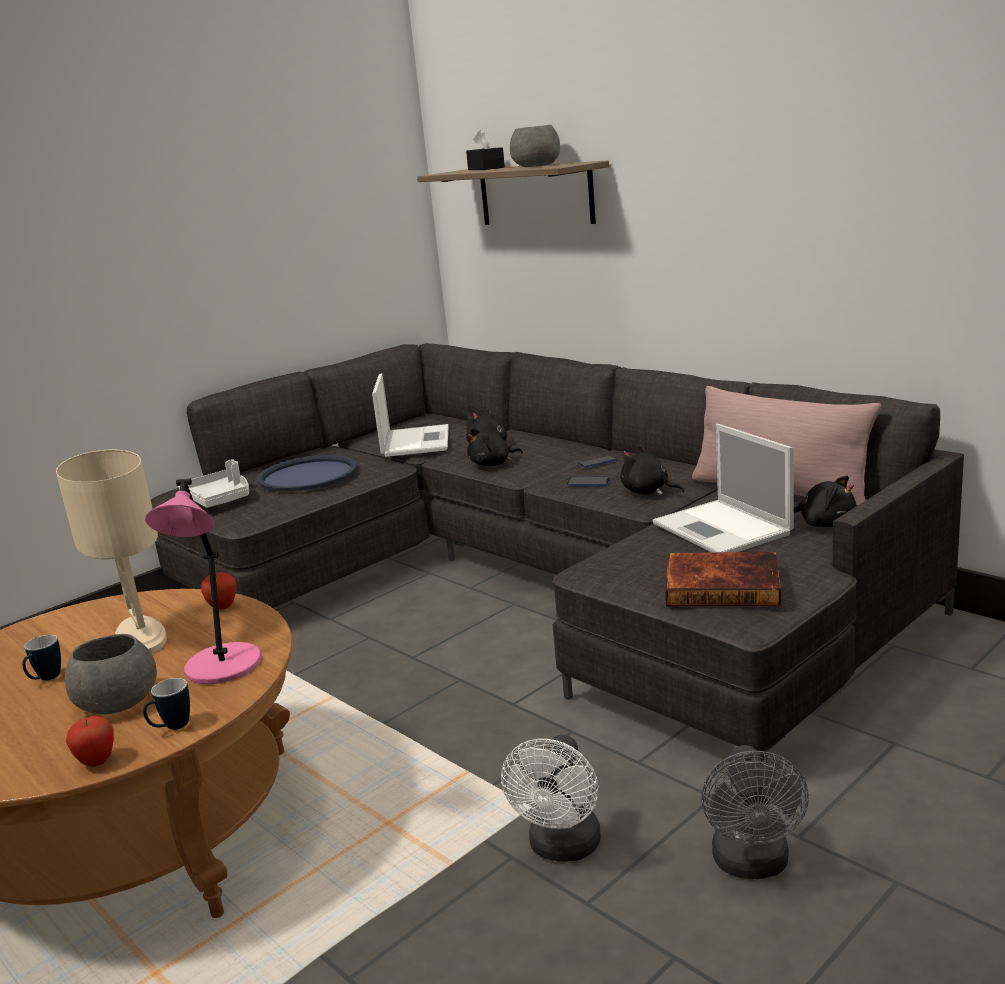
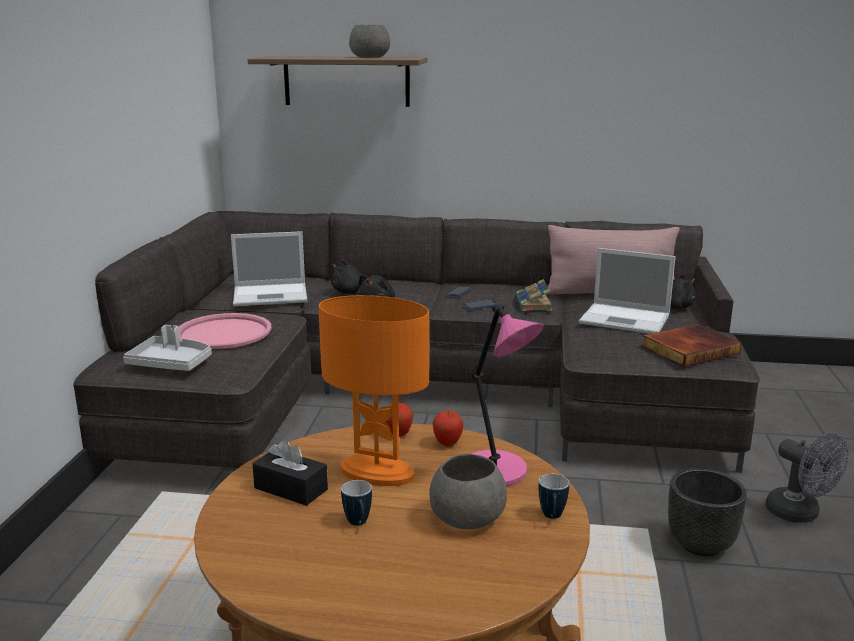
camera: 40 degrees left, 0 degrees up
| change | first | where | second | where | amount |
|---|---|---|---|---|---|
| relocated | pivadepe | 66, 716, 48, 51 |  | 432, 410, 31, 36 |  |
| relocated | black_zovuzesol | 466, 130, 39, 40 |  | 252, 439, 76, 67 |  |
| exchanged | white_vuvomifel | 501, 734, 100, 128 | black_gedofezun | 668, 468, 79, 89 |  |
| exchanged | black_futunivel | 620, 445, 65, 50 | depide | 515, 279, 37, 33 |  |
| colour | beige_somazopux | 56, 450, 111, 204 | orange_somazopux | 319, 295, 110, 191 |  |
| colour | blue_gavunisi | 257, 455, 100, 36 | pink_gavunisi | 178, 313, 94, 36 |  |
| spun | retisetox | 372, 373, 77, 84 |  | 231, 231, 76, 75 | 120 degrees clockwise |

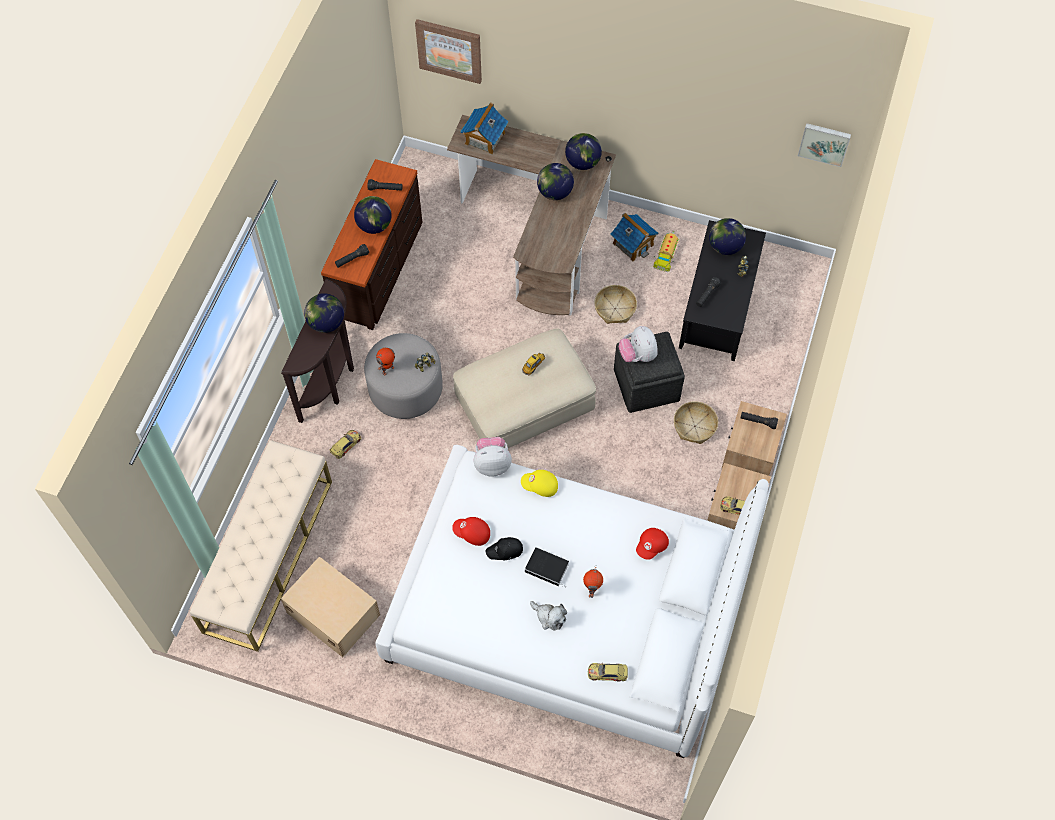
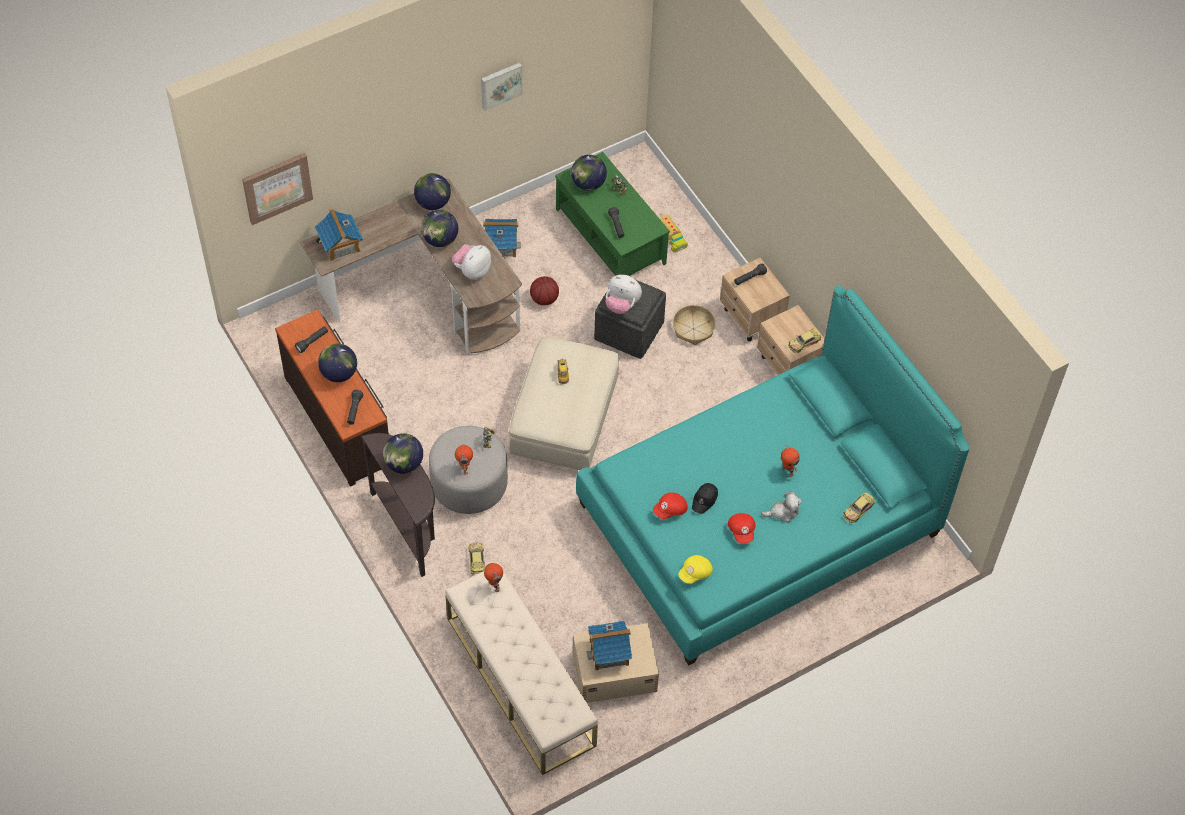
camera: 50 degrees left, 5 degrees down
| change | first | where | second | where | amount |
|---|---|---|---|---|---|
| missing | depide | 525, 547, 44, 41 |  |  |  |
| appeared |  |  | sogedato | 484, 563, 19, 29 |  |
| appeared |  |  | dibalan | 587, 621, 45, 49 |  |
| relocated | futunivel | 474, 437, 38, 40 |  | 452, 244, 39, 35 |  |
| relocated | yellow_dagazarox | 521, 470, 37, 27 |  | 679, 555, 34, 29 |  |
| relocated | red_dagazarox | 636, 528, 33, 32 |  | 728, 513, 28, 30 |  |
| relocated | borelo | 653, 231, 27, 41 |  | 660, 213, 28, 40 |  |
| relocated | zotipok | 798, 123, 53, 44 |  | 481, 62, 42, 49 |  |
| exchanged | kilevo | 595, 285, 42, 39 | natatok | 530, 276, 29, 30 |  |
| colour | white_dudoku | 375, 445, 394, 313 | turquoise_dudoku | 576, 286, 394, 379 |  |
| colour | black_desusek | 679, 220, 87, 141 | green_desusek | 555, 152, 115, 124 |  |

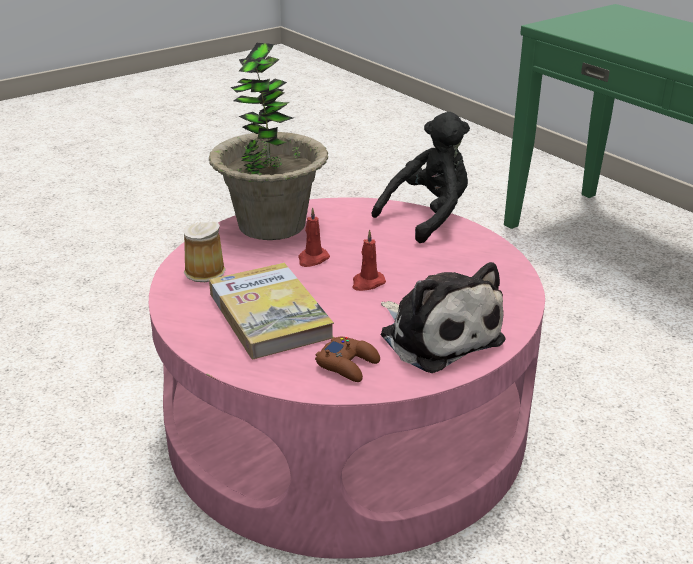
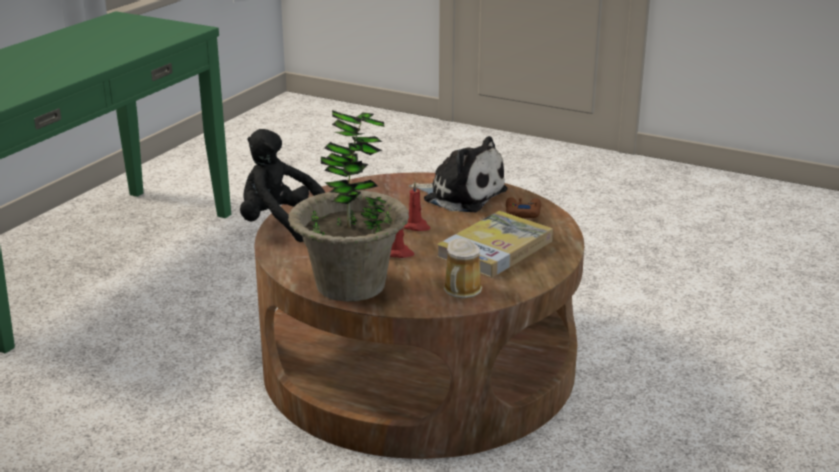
camera: 115 degrees left, 5 degrees down
| change | first | where | second | where | amount |
|---|---|---|---|---|---|
| colour | pink_desusek | 149, 197, 396, 362 | brown_desusek | 255, 173, 329, 286 |  |
| spun | futunivel | 381, 262, 125, 111 |  | 409, 136, 98, 76 | 90 degrees clockwise |

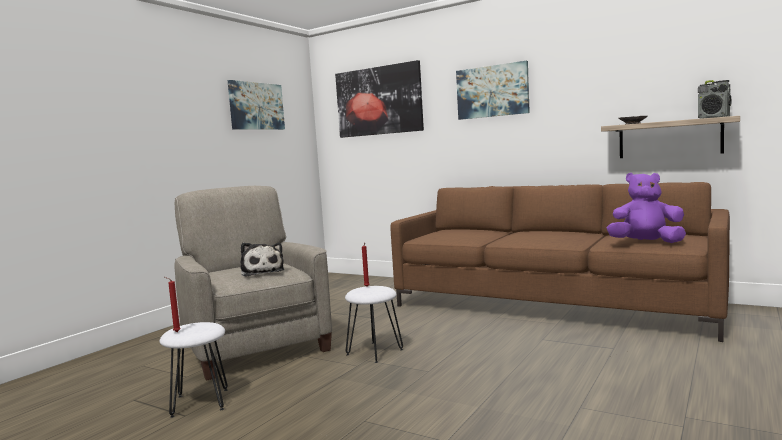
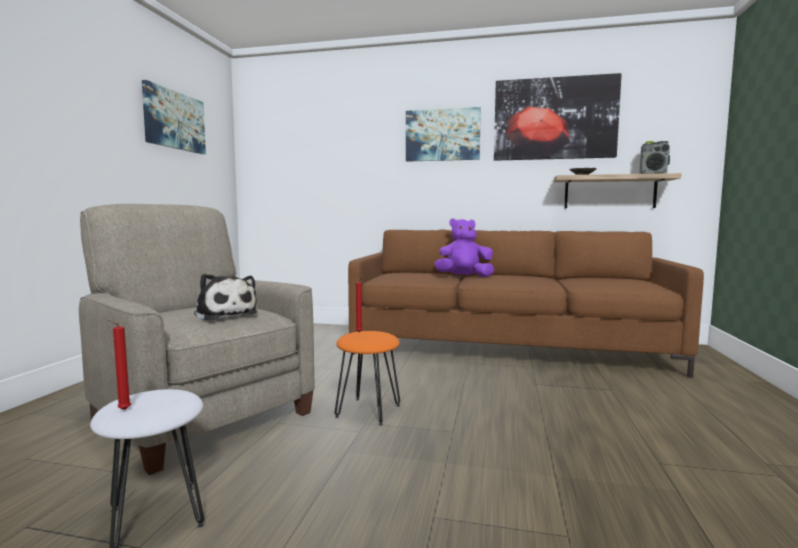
camera: 20 degrees left, 0 degrees up
| change | first | where | second | where | amount |
|---|---|---|---|---|---|
| relocated | zotipok | 335, 60, 89, 78 |  | 494, 73, 128, 88 |  |
| relocated | purple_futunivel | 606, 173, 80, 70 |  | 434, 218, 60, 59 |  |
| colour | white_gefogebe | 345, 286, 58, 77 | orange_gefogebe | 335, 331, 65, 95 |  |

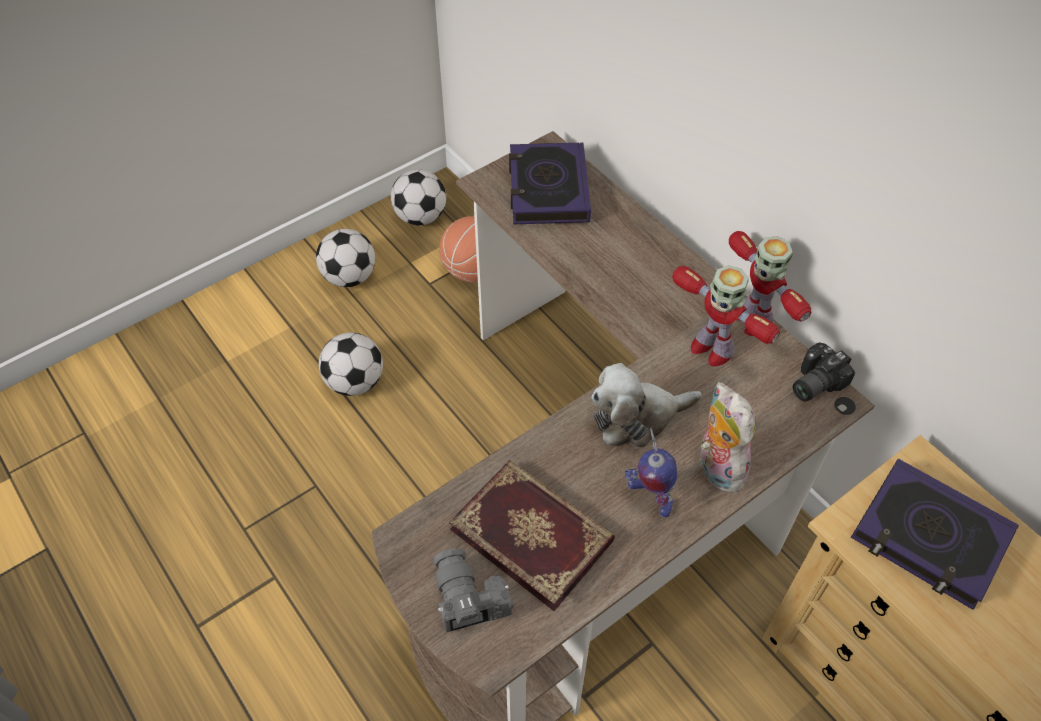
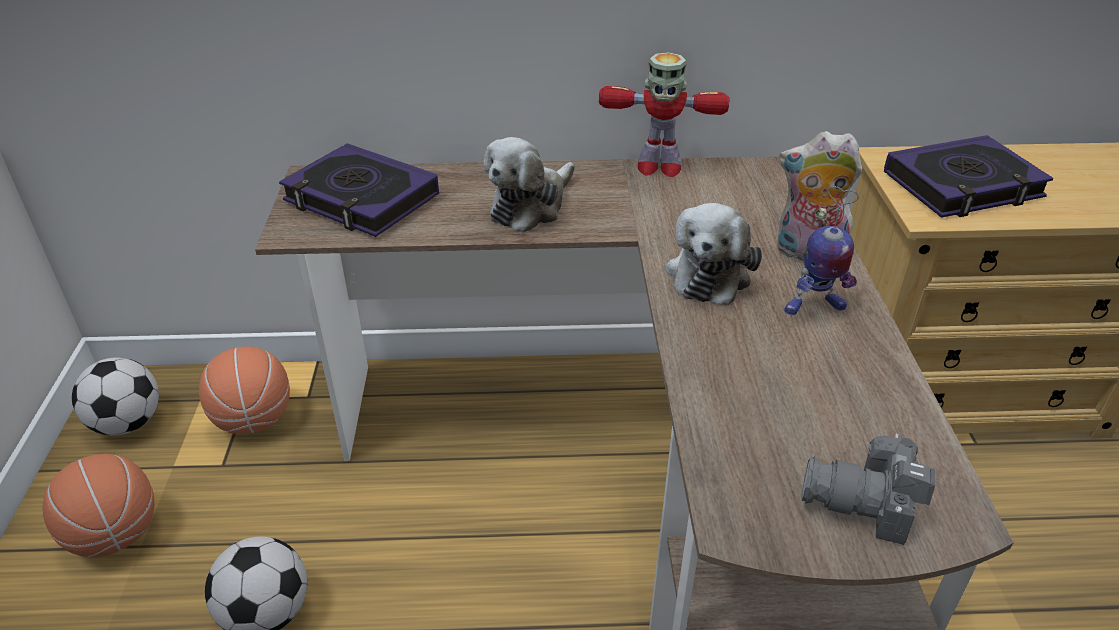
camera: 55 degrees left, 15 degrees down
| change | first | where | second | where | amount |
|---|---|---|---|---|---|
| missing | depide | 449, 460, 166, 151 |  |  |  |
| missing | sogedato | 672, 265, 108, 101 |  |  |  |
| missing | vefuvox | 793, 342, 62, 60 |  |  |  |
| appeared |  |  | futunivel | 483, 137, 92, 95 |  |
| exchanged | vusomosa | 316, 229, 59, 58 | natatok | 43, 454, 111, 103 |  |

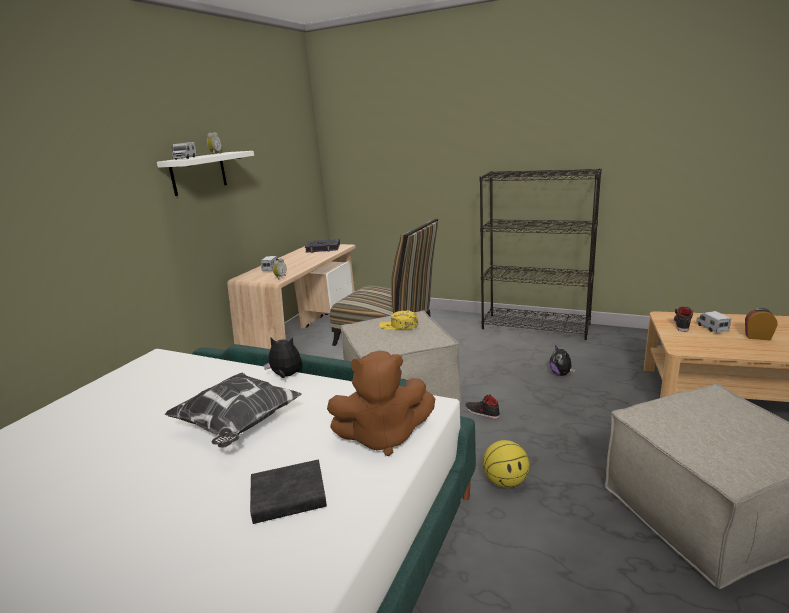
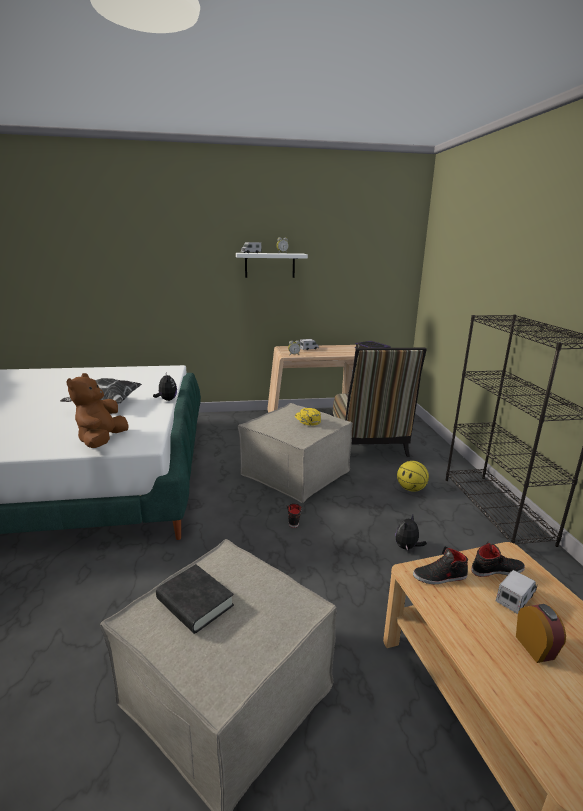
camera: 55 degrees right, 0 degrees up
| change | first | where | second | where | amount |
|---|---|---|---|---|---|
| appeared |  |  | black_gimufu | 413, 546, 55, 38 |  |
| relocated | black_depide | 250, 459, 77, 65 |  | 156, 564, 78, 70 |  |
| relocated | natatok | 483, 440, 46, 48 |  | 397, 461, 32, 31 |  |
| spun | brown_futunivel | 327, 351, 108, 105 |  | 66, 373, 63, 75 | 45 degrees clockwise |

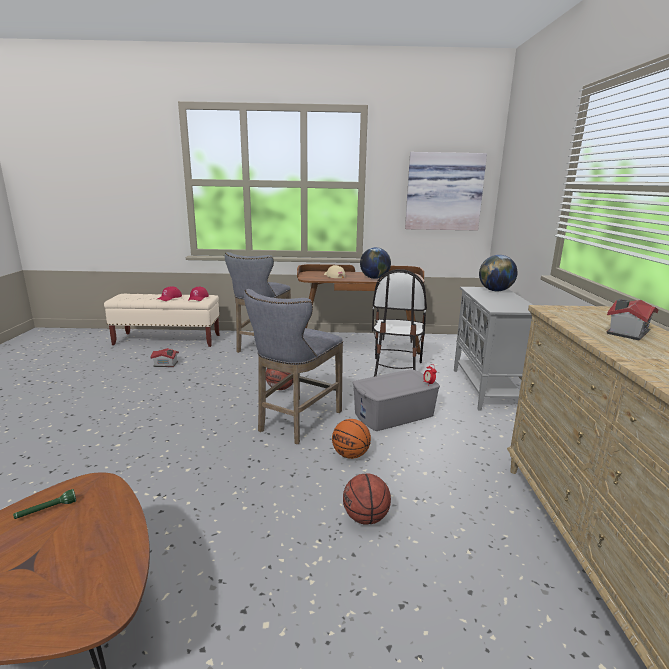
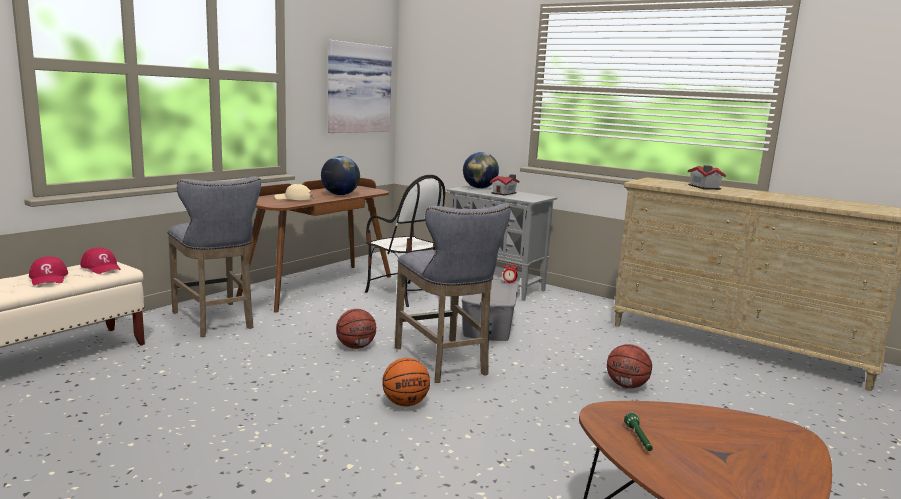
camera: 55 degrees left, 5 degrees down
| change | first | where | second | where | amount |
|---|---|---|---|---|---|
| relocated | dibalan | 150, 348, 29, 19 |  | 490, 174, 29, 22 |  |
| relocated | natatok | 332, 419, 39, 40 |  | 382, 358, 48, 49 |  |

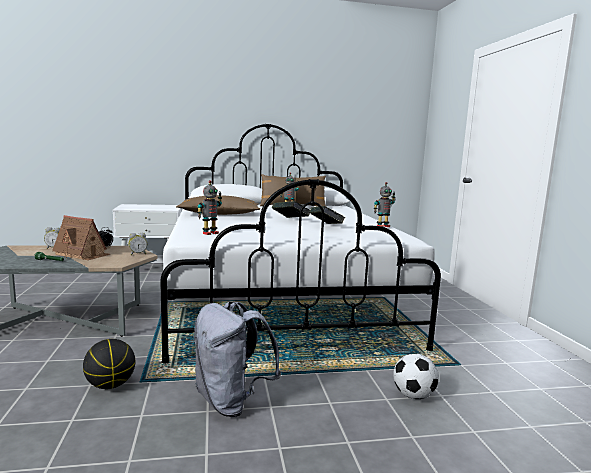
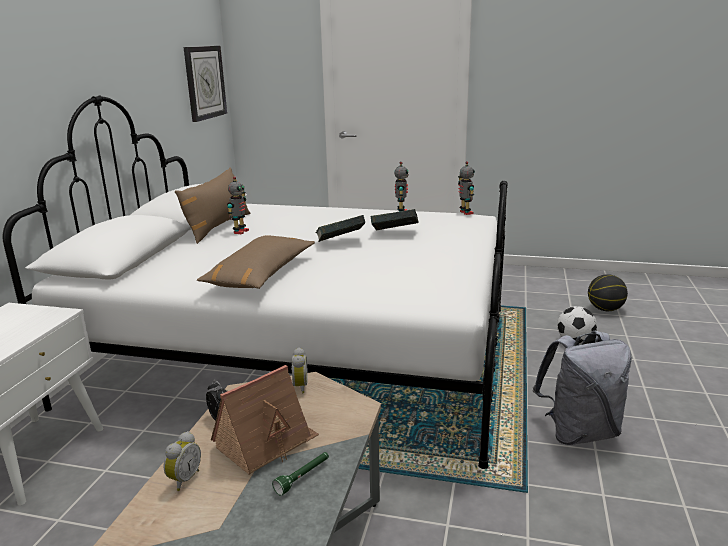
camera: 65 degrees left, 10 degrees up
| change | first | where | second | where | amount |
|---|---|---|---|---|---|
| appeared |  |  | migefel | 184, 46, 43, 76 |  |
| relocated | natatok | 83, 339, 52, 50 |  | 588, 274, 40, 37 |  |
| relocated | sogedato | 197, 180, 25, 55 |  | 458, 161, 17, 54 |  |

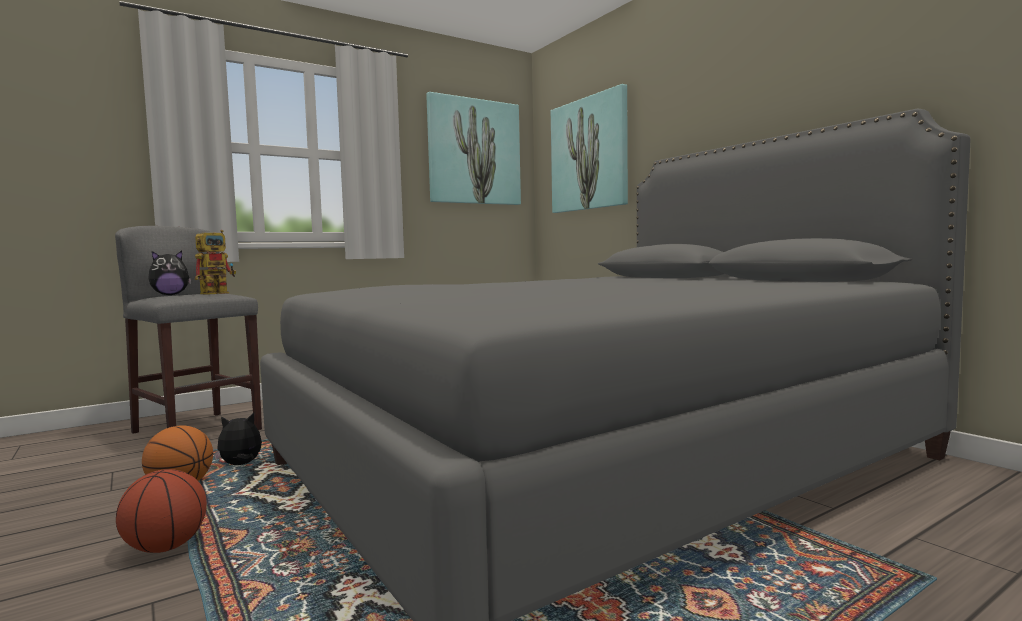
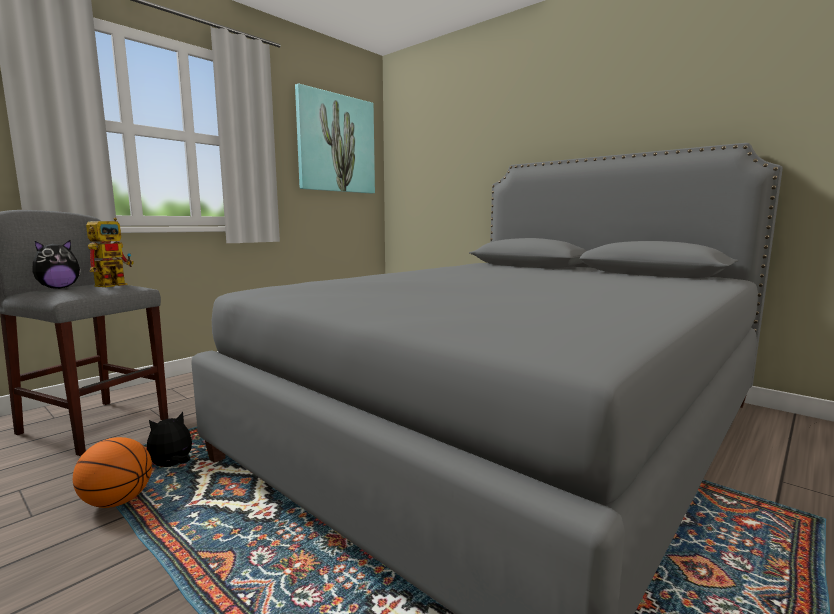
camera: 15 degrees left, 5 degrees up
| change | first | where | second | where | amount |
|---|---|---|---|---|---|
| missing | natatok | 116, 469, 91, 84 |  |  |  |
| missing | zotipok | 551, 84, 77, 129 |  |  |  |

